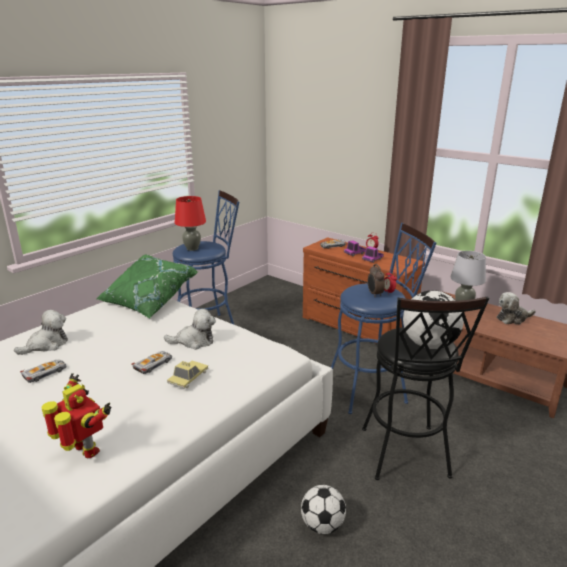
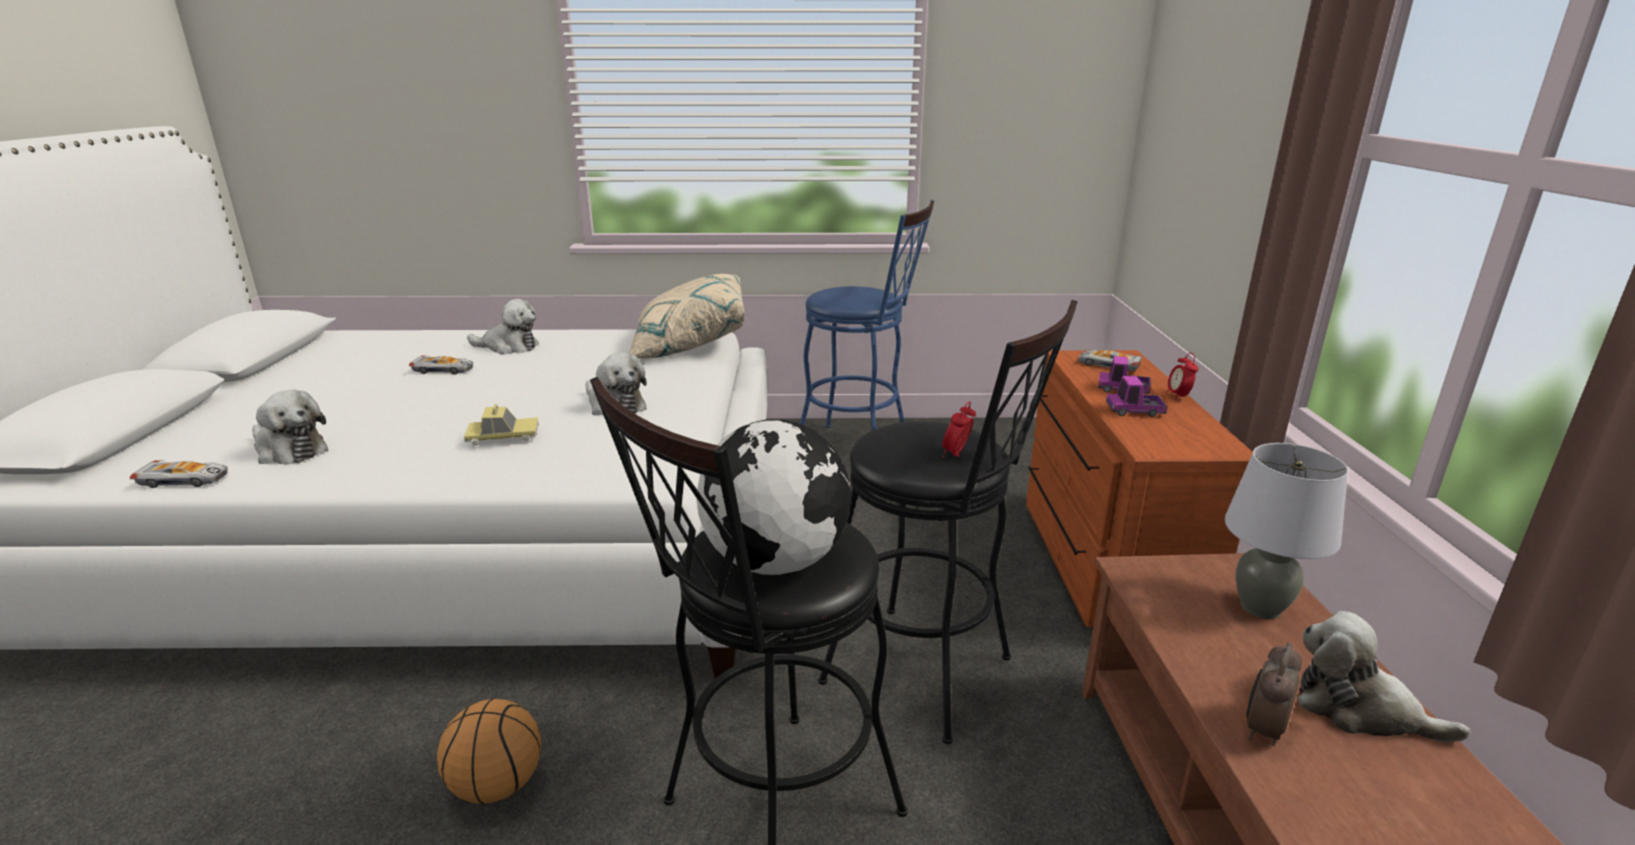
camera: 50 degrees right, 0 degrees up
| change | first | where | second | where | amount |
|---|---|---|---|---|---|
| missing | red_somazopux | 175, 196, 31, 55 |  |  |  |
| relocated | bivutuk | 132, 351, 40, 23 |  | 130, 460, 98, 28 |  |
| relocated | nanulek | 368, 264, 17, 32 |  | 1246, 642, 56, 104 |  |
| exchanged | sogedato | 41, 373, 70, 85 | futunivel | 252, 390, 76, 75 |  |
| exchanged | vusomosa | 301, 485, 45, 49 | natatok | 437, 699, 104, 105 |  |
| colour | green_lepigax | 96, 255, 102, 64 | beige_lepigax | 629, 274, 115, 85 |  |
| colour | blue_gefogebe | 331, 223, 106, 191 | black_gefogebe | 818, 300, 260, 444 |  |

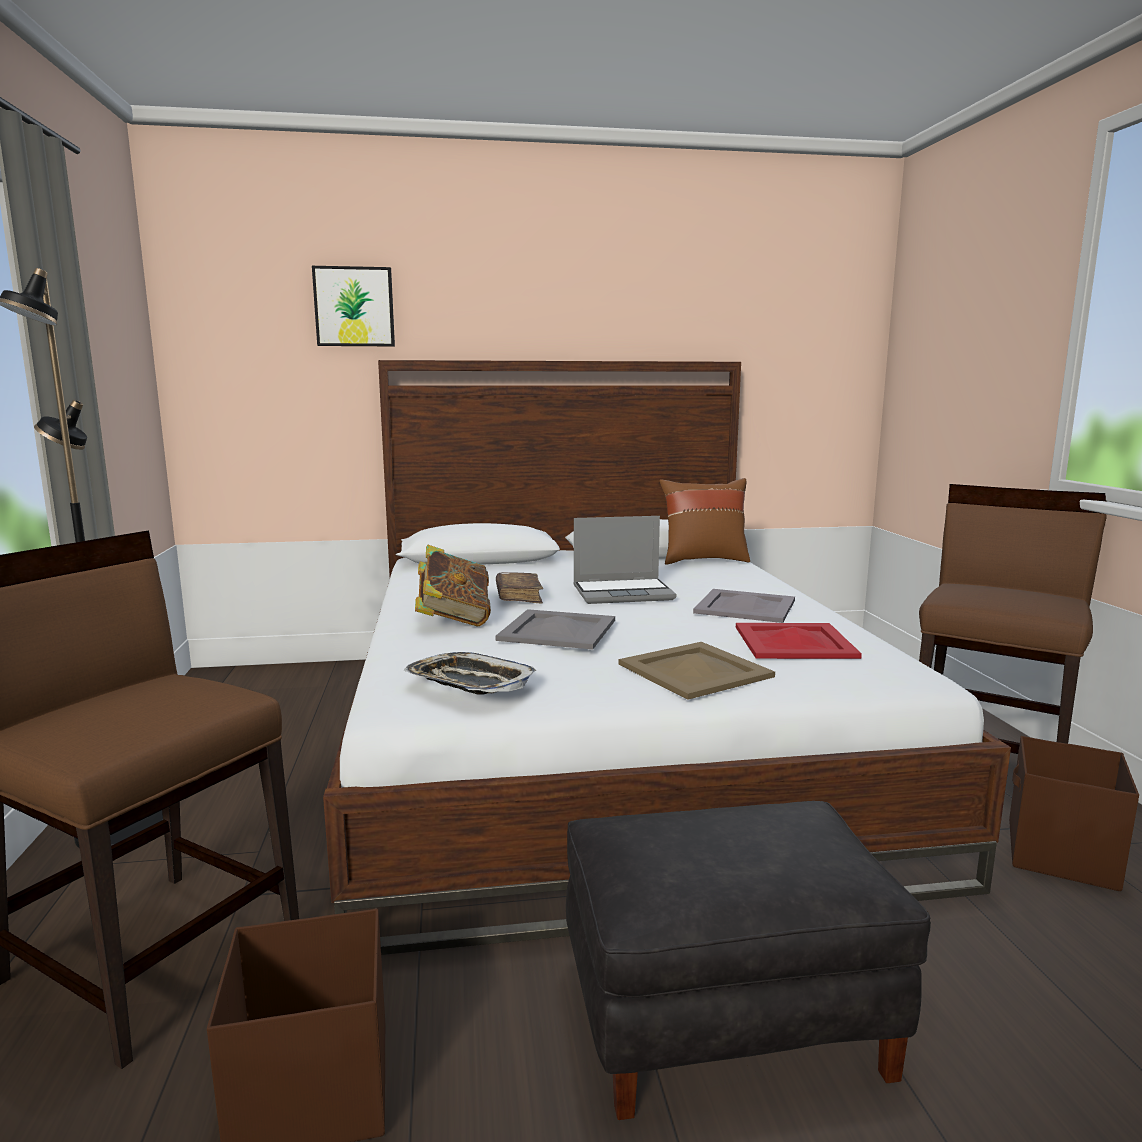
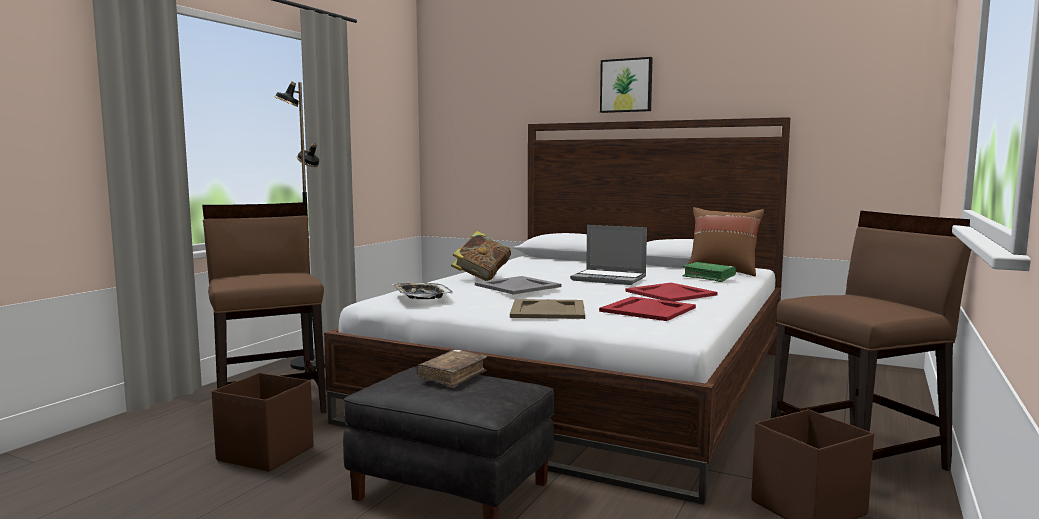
camera: 35 degrees right, 5 degrees down
| change | first | where | second | where | amount |
|---|---|---|---|---|---|
| appeared |  |  | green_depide | 682, 262, 54, 20 |  |
| relocated | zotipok | 312, 266, 83, 80 |  | 600, 57, 53, 56 |  |
| relocated | brown_depide | 496, 572, 47, 32 |  | 417, 349, 70, 39 |  |
| colour | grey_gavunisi | 693, 589, 102, 34 | red_gavunisi | 625, 283, 93, 19 |  |

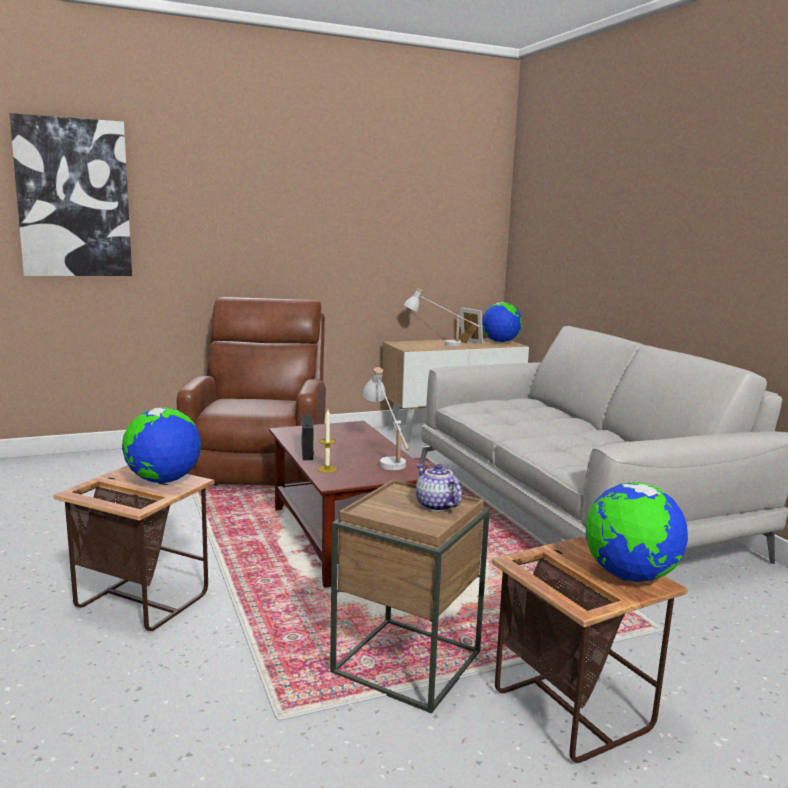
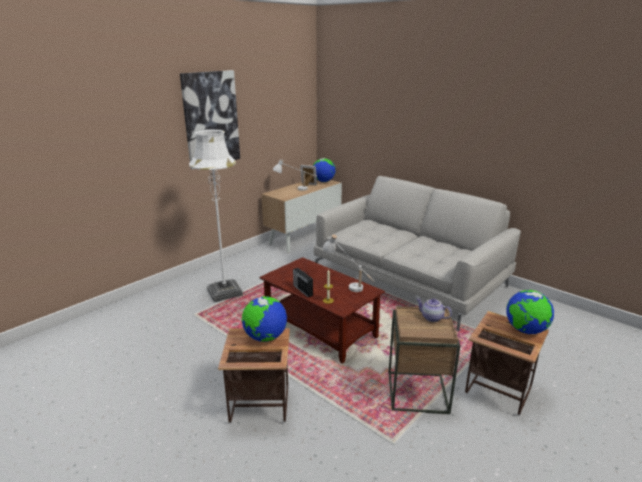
camera: 25 degrees left, 10 degrees up
| change | first | where | second | where | amount |
|---|---|---|---|---|---|
| relocated | zotipok | 10, 113, 122, 163 |  | 180, 70, 60, 99 |  |
| exchanged | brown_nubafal | 177, 297, 149, 189 | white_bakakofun | 189, 129, 54, 174 |  |

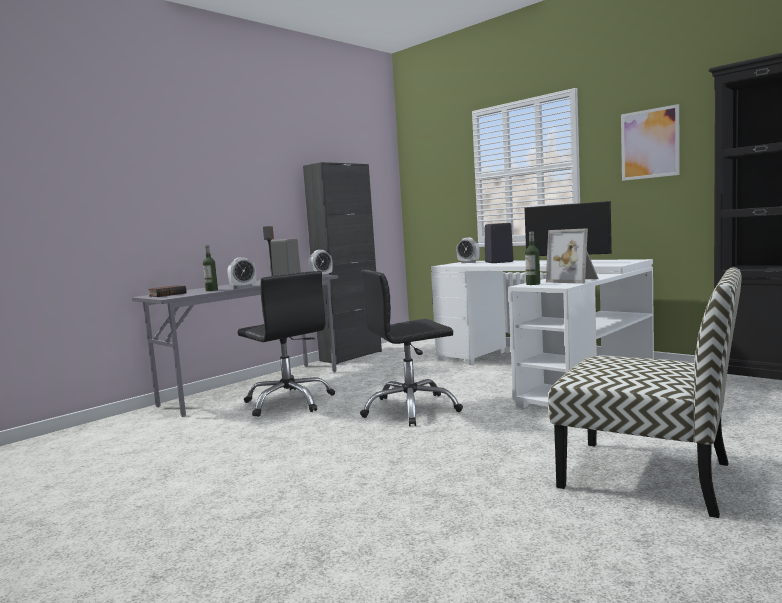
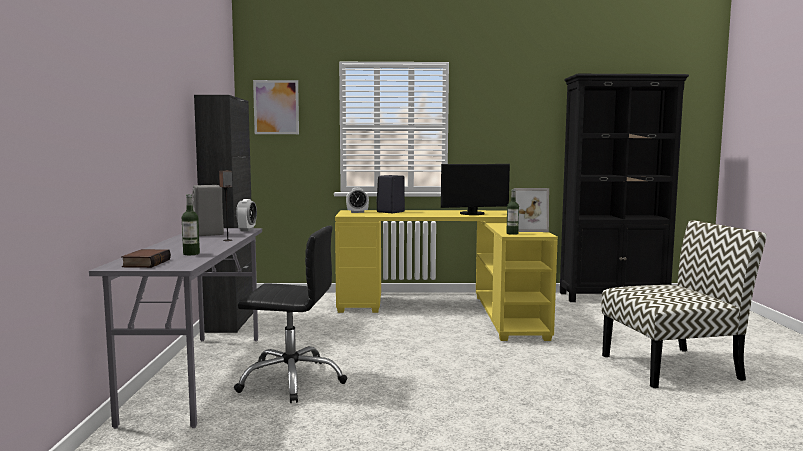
camera: 45 degrees left, 0 degrees up
| change | first | where | second | where | amount |
|---|---|---|---|---|---|
| missing | nanulek | 227, 257, 29, 31 |  |  |  |
| missing | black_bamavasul | 360, 270, 103, 156 |  |  |  |
| relocated | zotipok | 621, 104, 58, 77 |  | 253, 80, 46, 54 |  |
| colour | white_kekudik | 431, 259, 223, 149 | yellow_kekudik | 335, 210, 223, 131 |  |

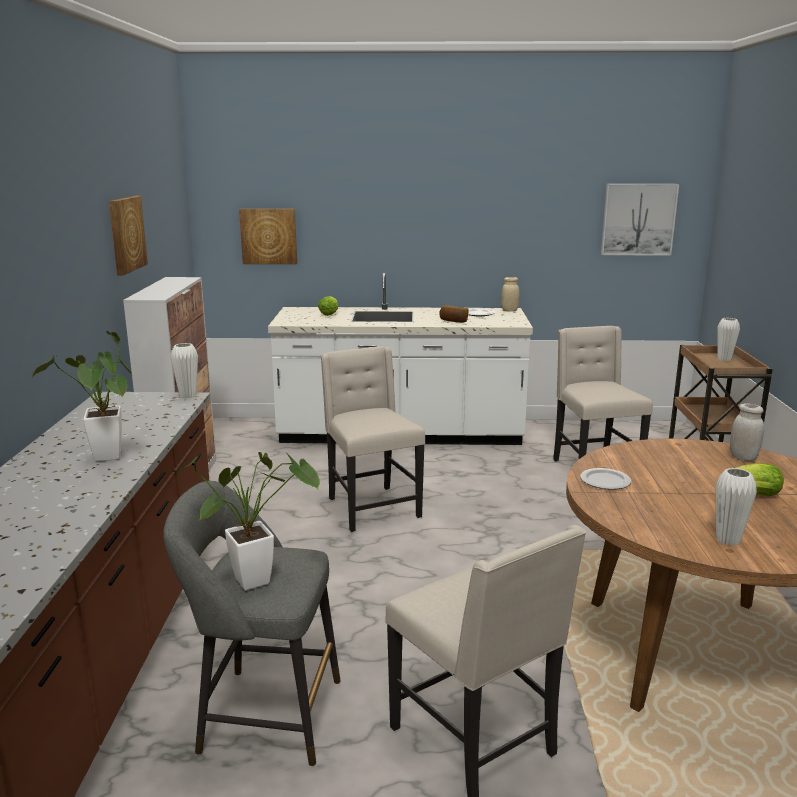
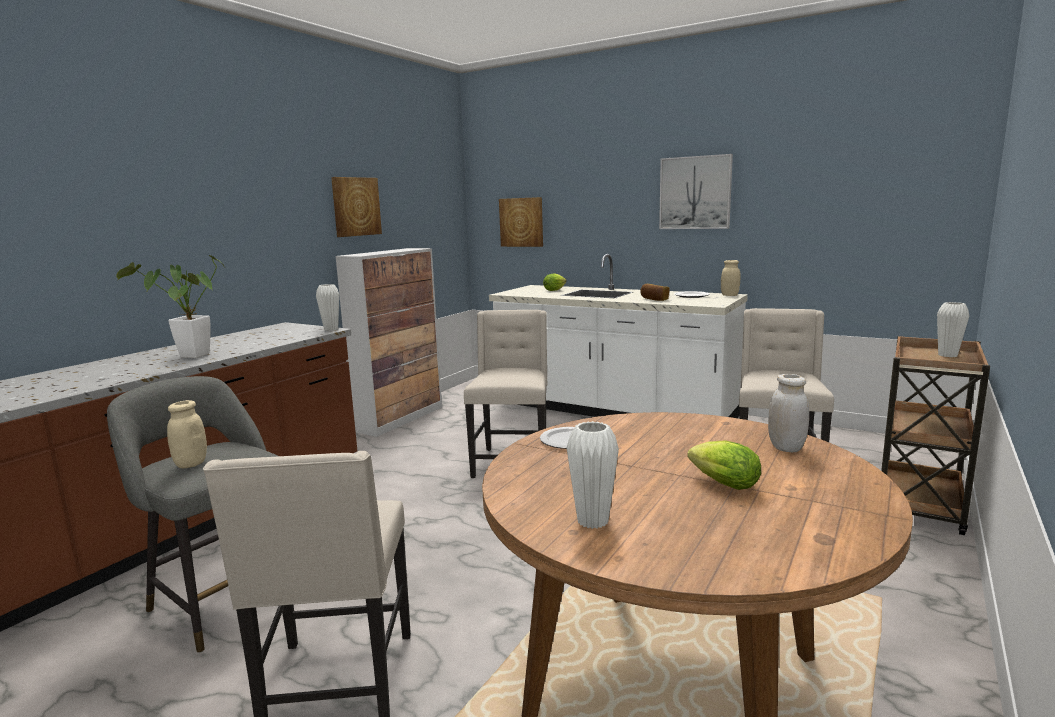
camera: 30 degrees right, 5 degrees down
| change | first | where | second | where | amount |
|---|---|---|---|---|---|
| relocated | zotipok | 601, 184, 78, 72 |  | 659, 154, 74, 75 |  |
| exchanged | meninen | 177, 452, 143, 138 | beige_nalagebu | 167, 400, 40, 68 |  |

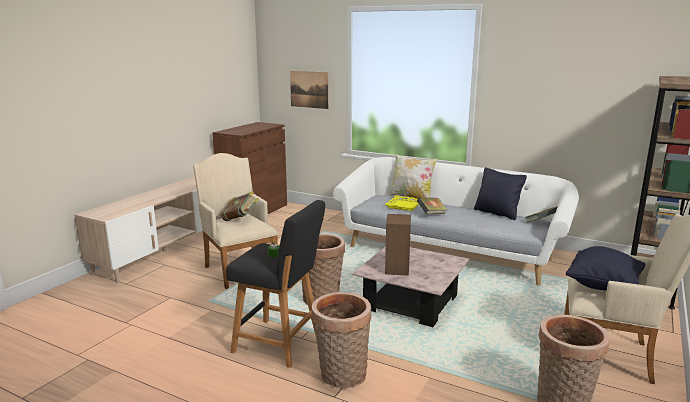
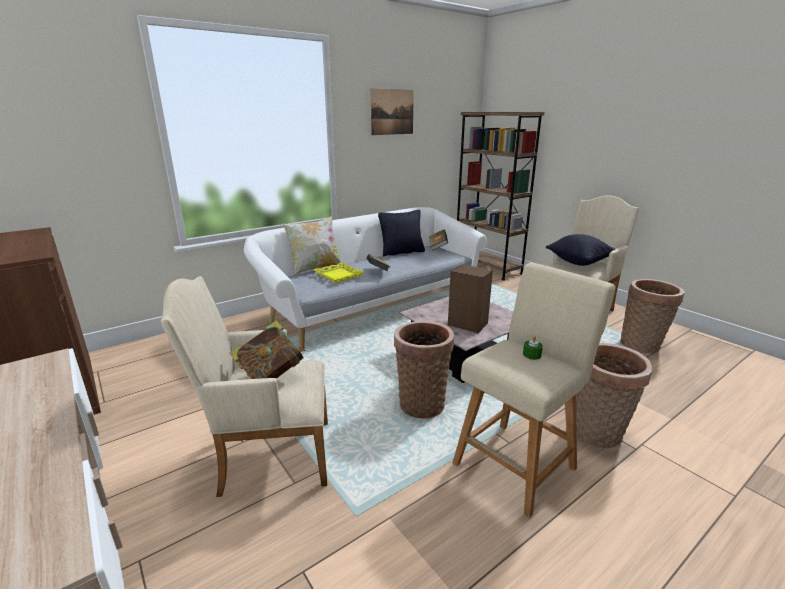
camera: 65 degrees left, 5 degrees up
| change | first | where | second | where | amount |
|---|---|---|---|---|---|
| relocated | zotipok | 290, 71, 39, 38 |  | 370, 89, 44, 46 |  |
| colour | black_gefogebe | 226, 200, 99, 168 | beige_gefogebe | 452, 263, 163, 255 |  |

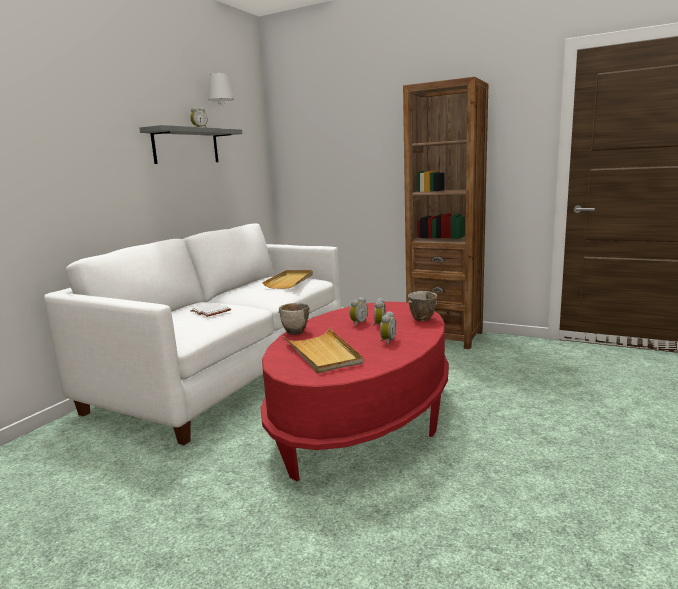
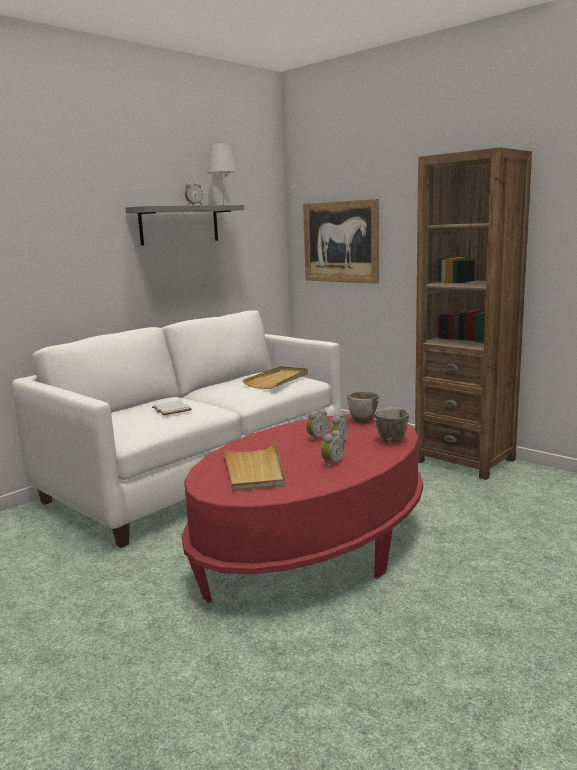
camera: 15 degrees right, 0 degrees up
| change | first | where | second | where | amount |
|---|---|---|---|---|---|
| appeared |  |  | zotipok | 303, 199, 76, 85 |  |
| relocated | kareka | 278, 303, 33, 32 |  | 347, 391, 33, 33 |  |

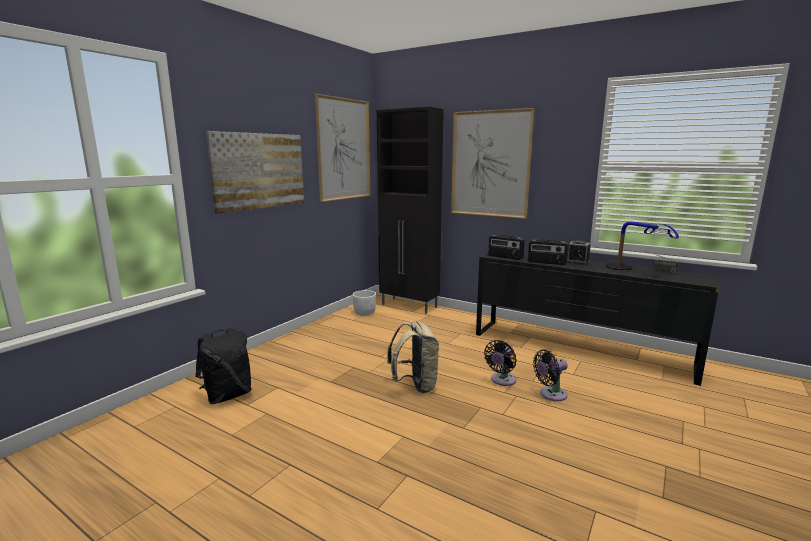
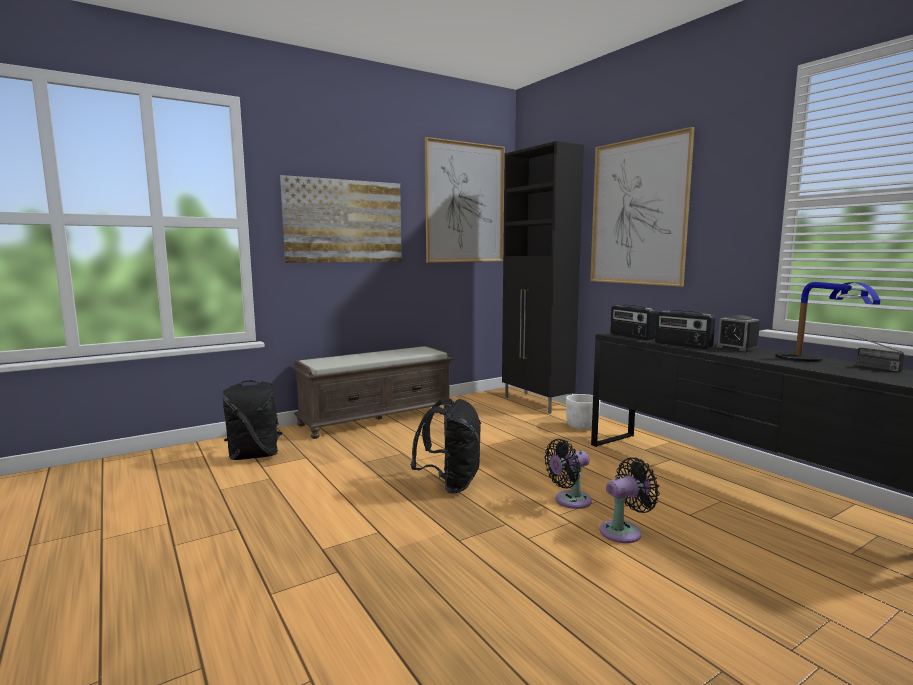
camera: 25 degrees right, 5 degrees down
| change | first | where | second | where | amount |
|---|---|---|---|---|---|
| appeared |  |  | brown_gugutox | 291, 346, 163, 93 |  |
| relocated | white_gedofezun | 353, 290, 23, 25 |  | 566, 394, 35, 36 |  |
| colour | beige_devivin | 387, 321, 52, 72 | black_devivin | 411, 398, 71, 95 |  |
| spun | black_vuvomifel | 533, 350, 35, 51 |  | 600, 457, 60, 86 | 150 degrees clockwise |

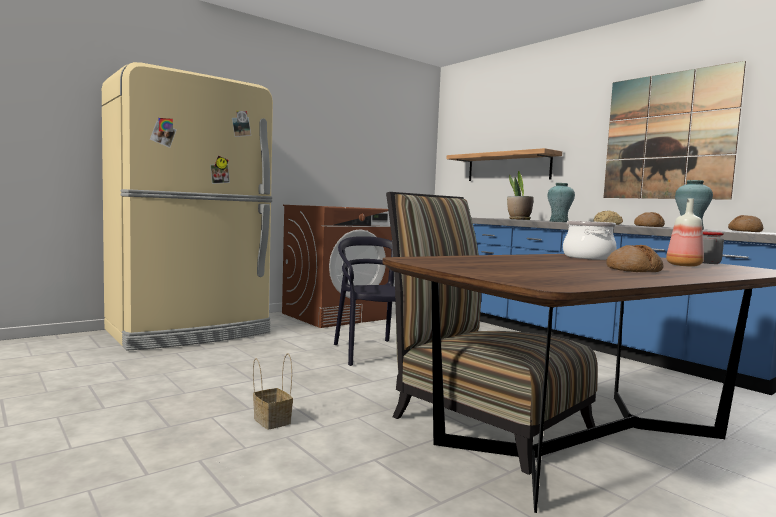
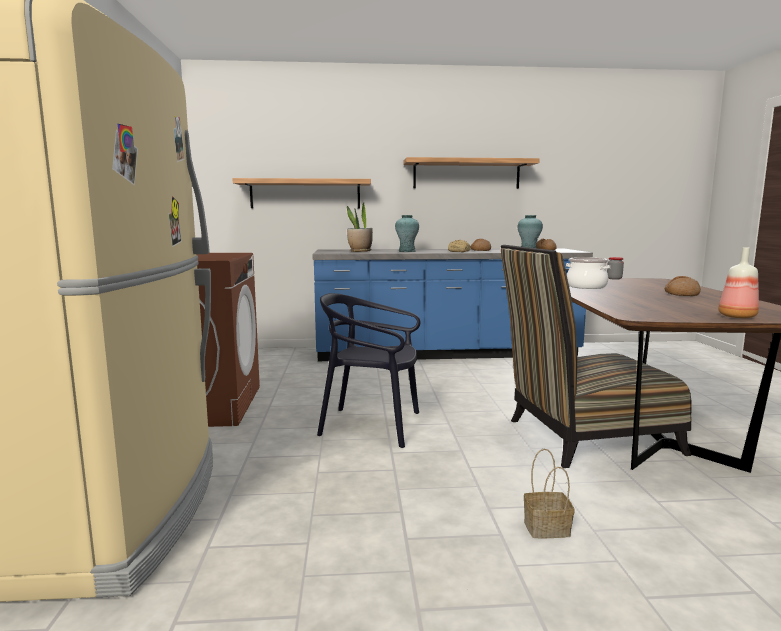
camera: 55 degrees left, 5 degrees up
| change | first | where | second | where | amount |
|---|---|---|---|---|---|
| relocated | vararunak | 666, 198, 38, 69 |  | 718, 248, 41, 70 |  |
| exchanged | zotipok | 603, 61, 143, 139 | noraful | 403, 157, 137, 32 |  |

